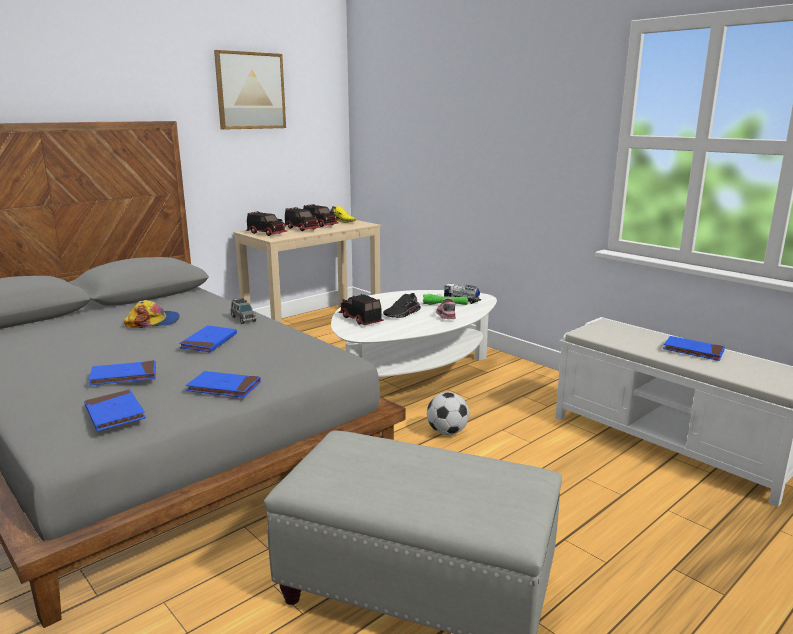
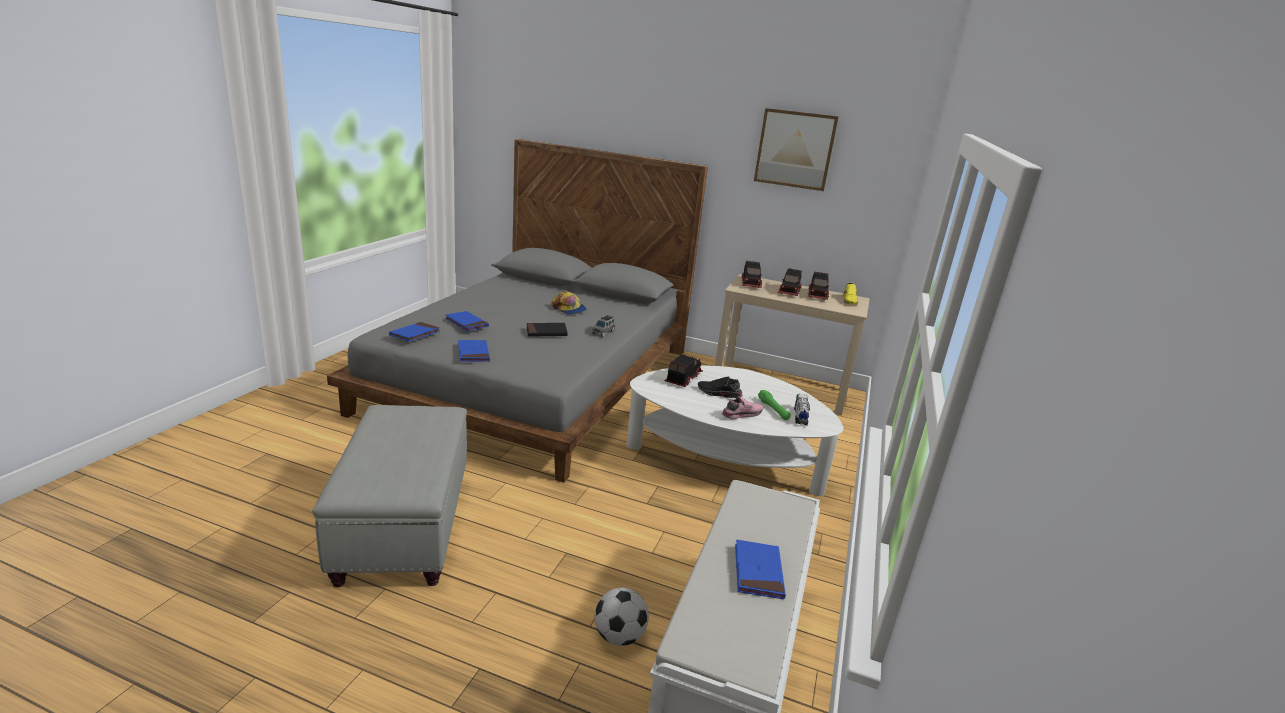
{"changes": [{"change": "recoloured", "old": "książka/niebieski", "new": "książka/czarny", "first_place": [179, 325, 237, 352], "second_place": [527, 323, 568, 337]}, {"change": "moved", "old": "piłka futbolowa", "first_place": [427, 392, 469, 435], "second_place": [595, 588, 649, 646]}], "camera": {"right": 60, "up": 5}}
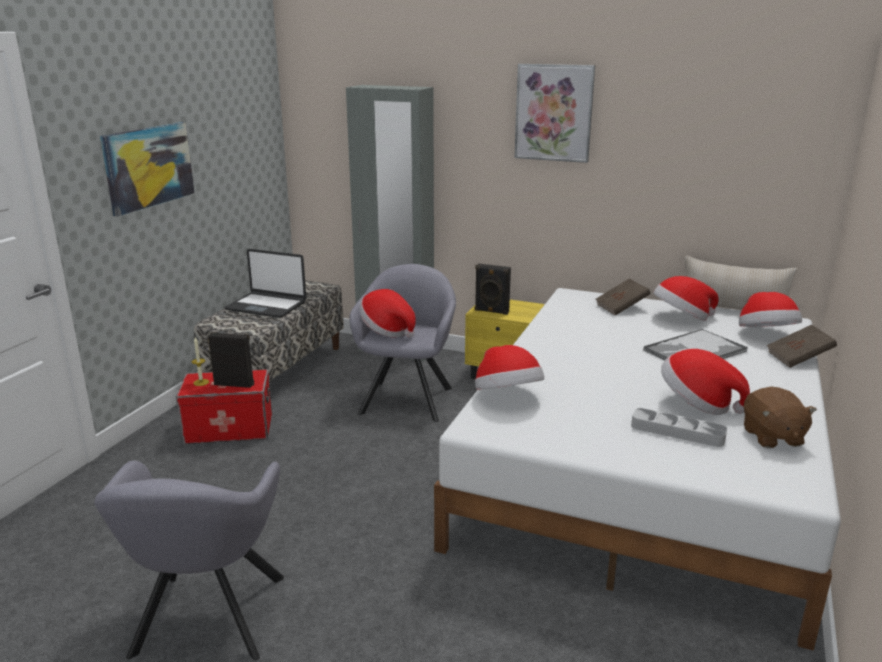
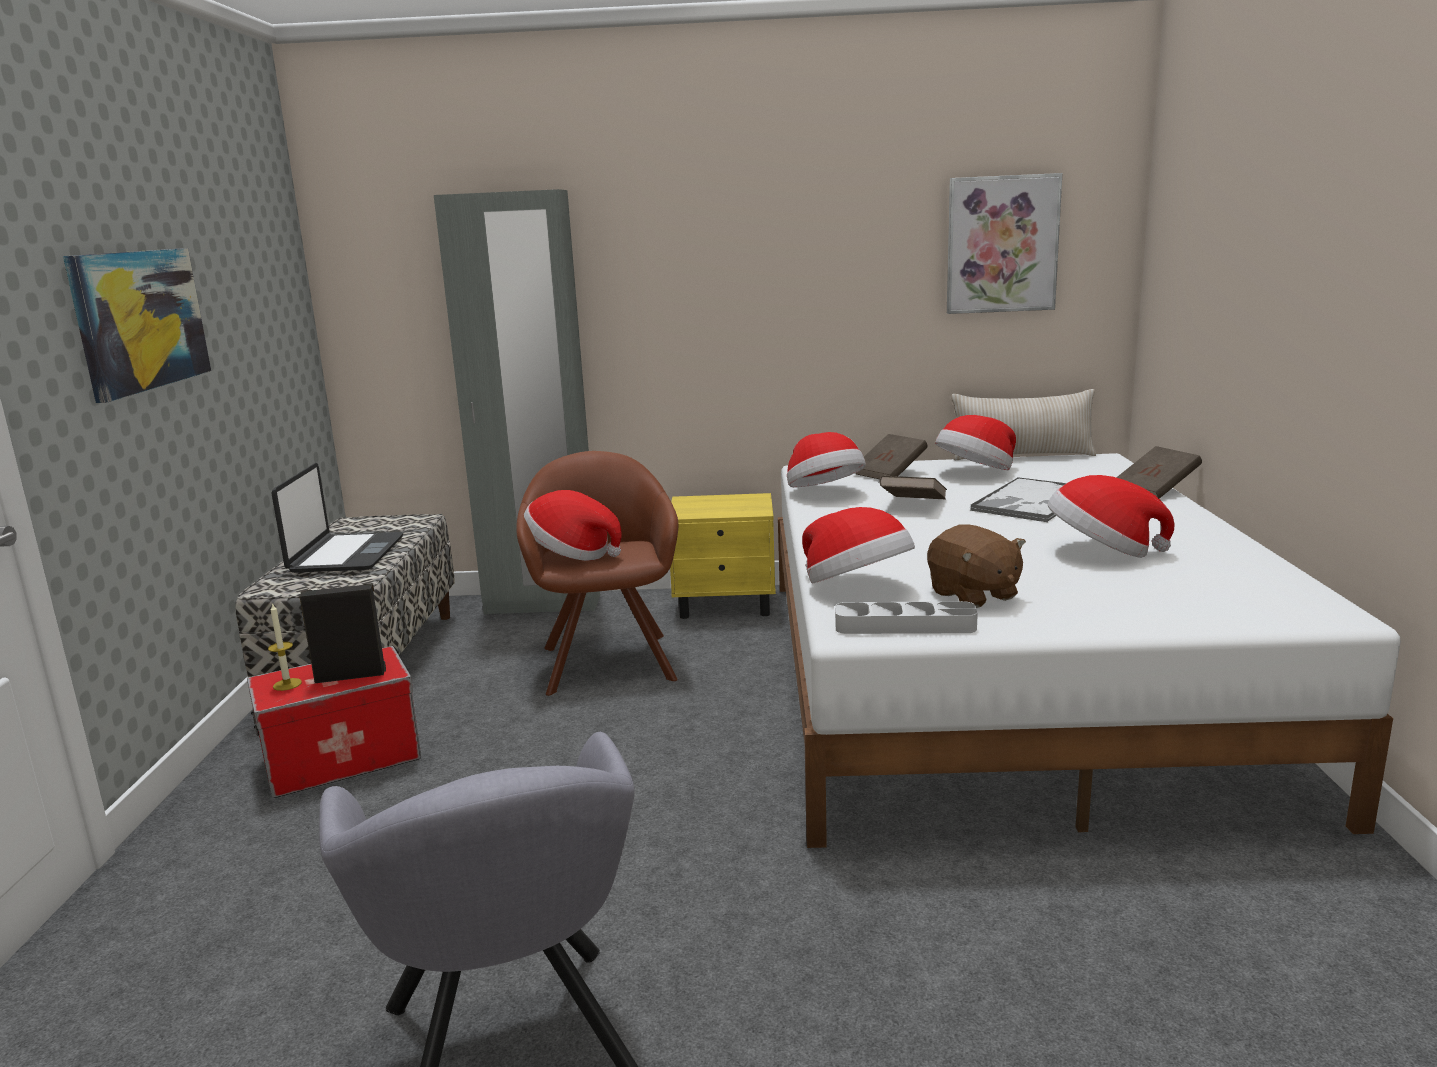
{"changes": [{"change": "moved", "old": "obraz", "first_place": [514, 64, 595, 163], "second_place": [947, 173, 1062, 314]}, {"change": "turned", "old": "laptop", "first_place": [224, 249, 306, 318], "second_place": [272, 463, 403, 573], "degrees": -90}, {"change": "recoloured", "old": "fotel/szary", "new": "fotel/brązowy", "first_place": [349, 264, 456, 422], "second_place": [516, 451, 678, 696]}, {"change": "removed", "old": "głośnik/czarny", "first_place": [475, 264, 511, 315]}, {"change": "moved", "old": "kapelusz", "first_place": [739, 292, 802, 327], "second_place": [787, 432, 866, 487]}, {"change": "moved", "old": "pluszak/brązowy", "first_place": [744, 387, 817, 448], "second_place": [927, 524, 1026, 608]}, {"change": "moved", "old": "taca/szary", "first_place": [631, 408, 727, 447], "second_place": [835, 601, 978, 634]}, {"change": "added", "new": "książka/brązowy", "second_place": [880, 476, 947, 500]}], "camera": {"right": -20, "up": -5}}
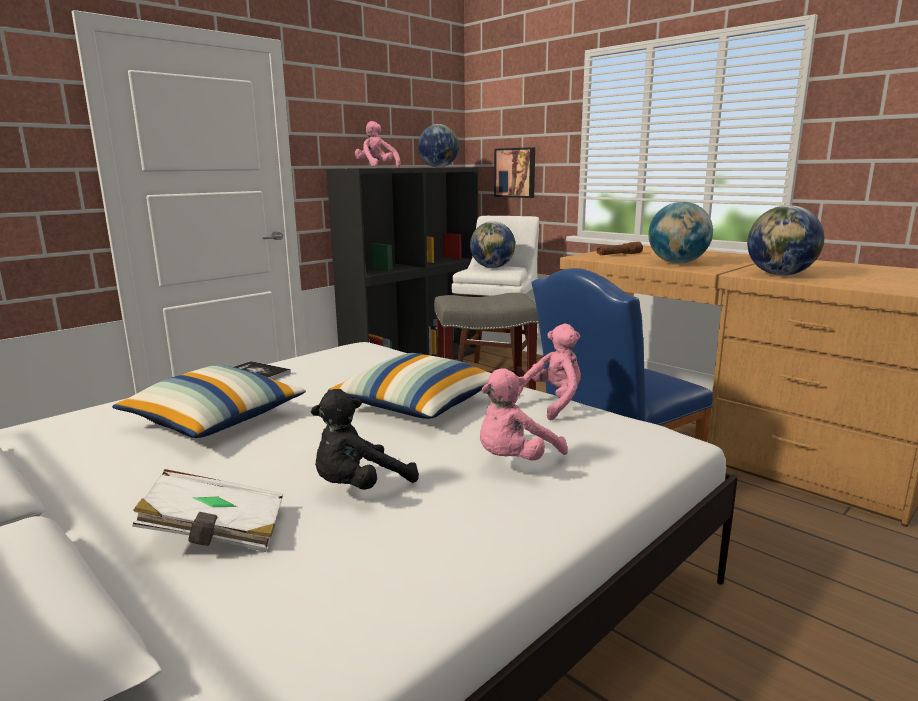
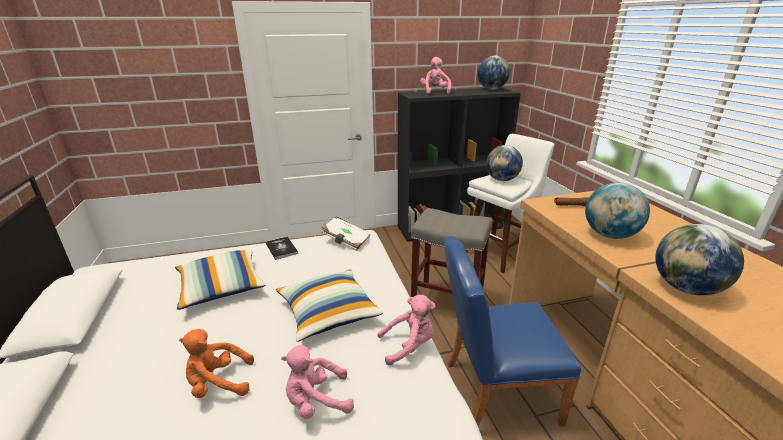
{"changes": [{"change": "removed", "old": "obraz", "first_place": [494, 147, 535, 198]}, {"change": "recoloured", "old": "pluszak/czarny", "new": "pluszak/pomarańczowy", "first_place": [311, 389, 419, 490], "second_place": [179, 329, 254, 398]}, {"change": "moved", "old": "książka/biały", "first_place": [132, 469, 283, 552], "second_place": [321, 217, 371, 251]}], "camera": {"right": 30, "up": 10}}
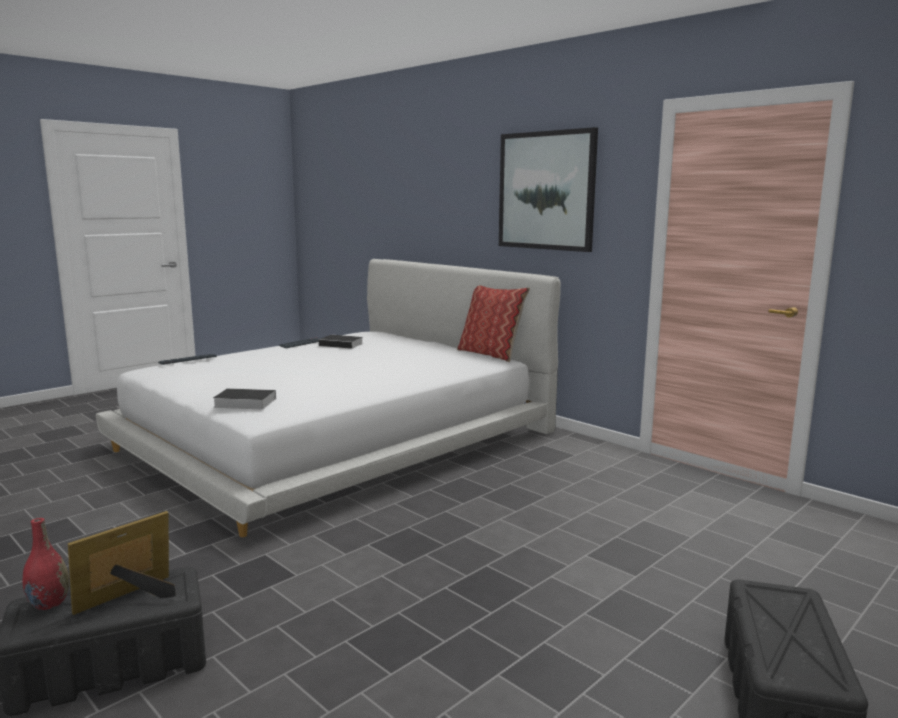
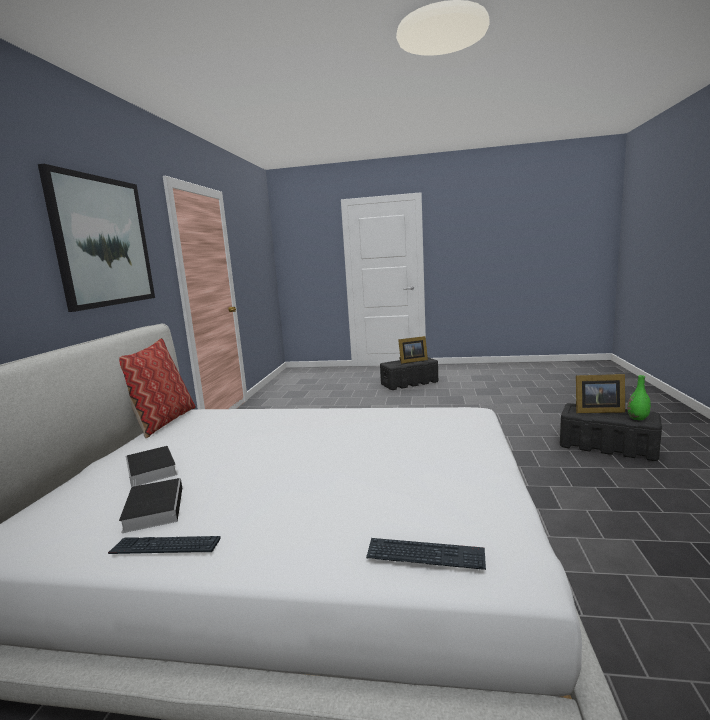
{"changes": [{"change": "moved", "old": "książka", "first_place": [213, 388, 276, 409], "second_place": [126, 446, 177, 487]}, {"change": "recoloured", "old": "wazon/czerwony", "new": "wazon/zielony", "first_place": [23, 518, 69, 610], "second_place": [627, 375, 651, 420]}, {"change": "added", "new": "ramka na zdjęcie", "second_place": [398, 336, 428, 364]}], "camera": {"right": -125, "up": 0}}
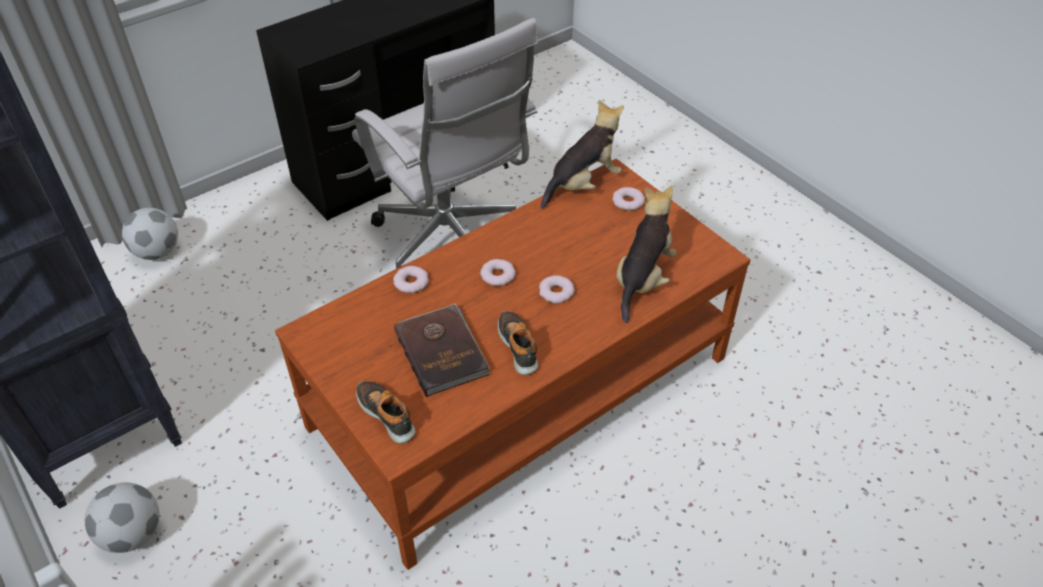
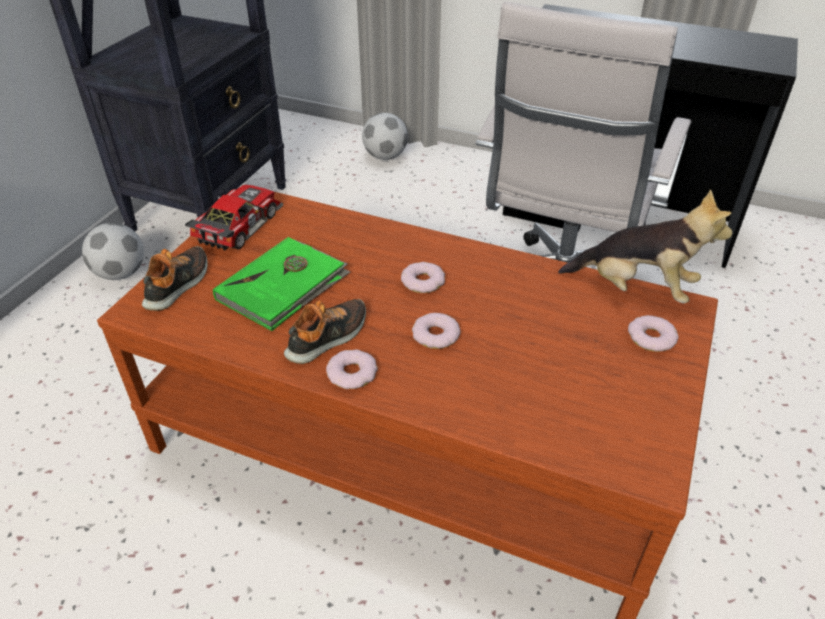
{"changes": [{"change": "removed", "old": "pluszak", "first_place": [617, 186, 676, 323]}, {"change": "moved", "old": "donut", "first_place": [393, 266, 429, 293], "second_place": [326, 350, 378, 389]}, {"change": "recoloured", "old": "książka/brązowy", "new": "książka/zielony", "first_place": [394, 304, 490, 397], "second_place": [213, 237, 350, 331]}, {"change": "added", "new": "samochodzik", "second_place": [185, 185, 283, 251]}], "camera": {"right": 60, "up": -5}}
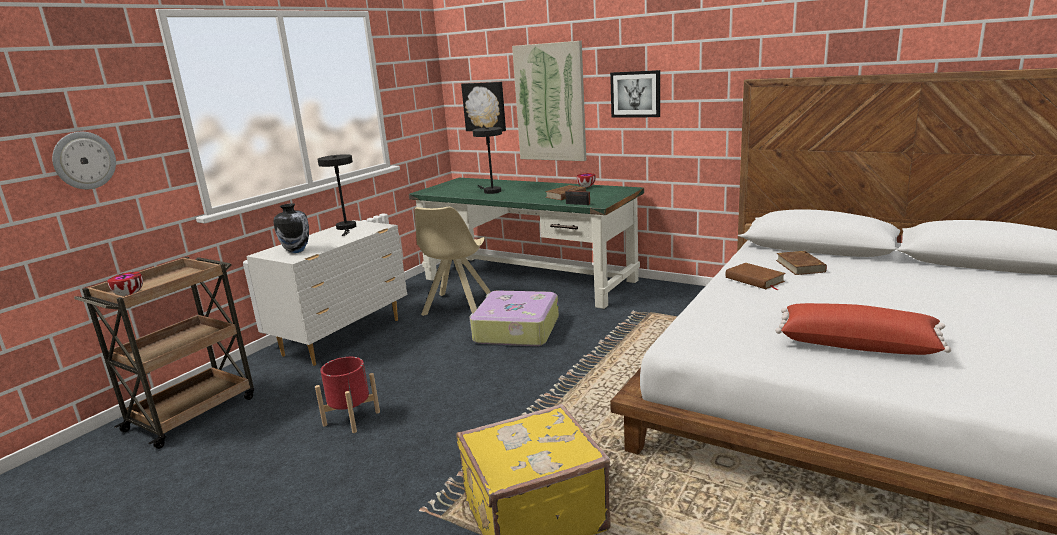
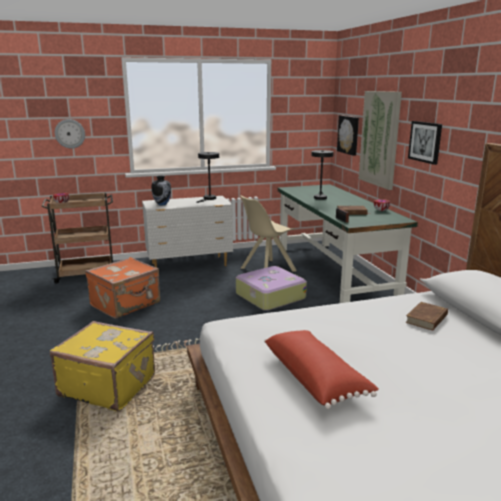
{"changes": [{"change": "removed", "old": "książka/brązowy", "first_place": [725, 263, 786, 290]}, {"change": "replaced", "old": "donica/czerwony", "new": "walizka/pomarańczowy", "first_place": [315, 357, 380, 433], "second_place": [85, 257, 160, 319]}], "camera": {"right": 40, "up": 0}}
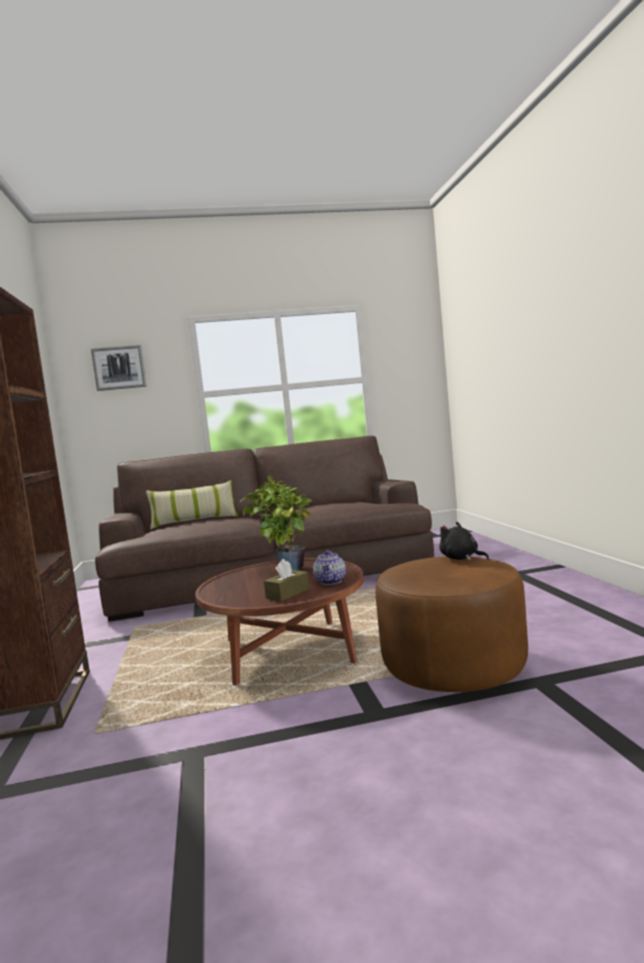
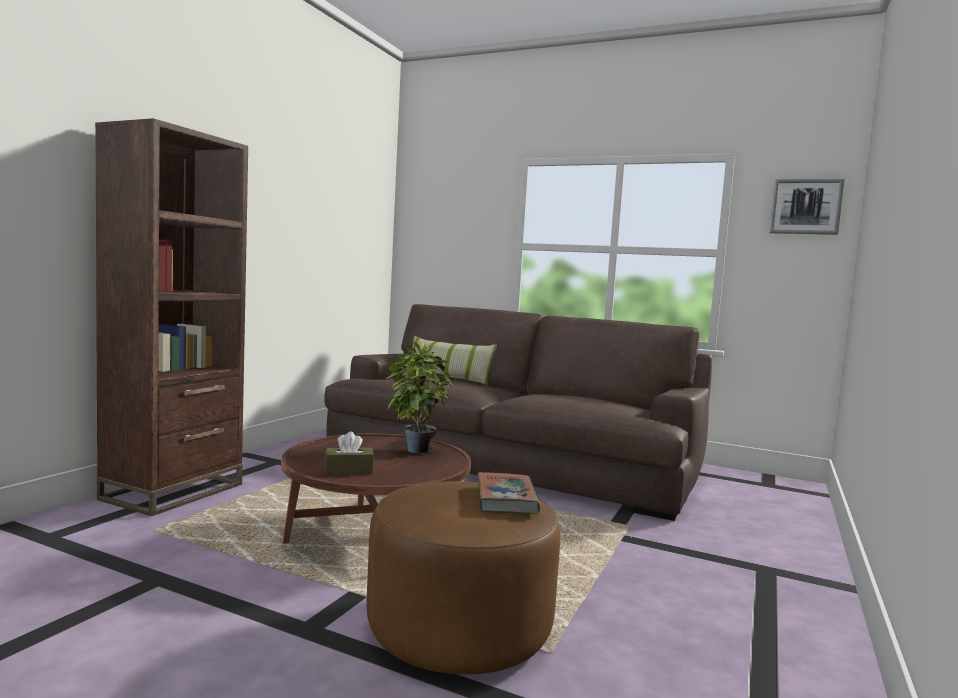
{"changes": [{"change": "moved", "old": "obraz", "first_place": [91, 345, 147, 391], "second_place": [769, 179, 845, 235]}, {"change": "replaced", "old": "pluszak/czarny", "new": "książka", "first_place": [439, 522, 489, 560], "second_place": [478, 472, 540, 513]}, {"change": "removed", "old": "imbryk", "first_place": [313, 550, 346, 585]}], "camera": {"right": 35, "up": 0}}
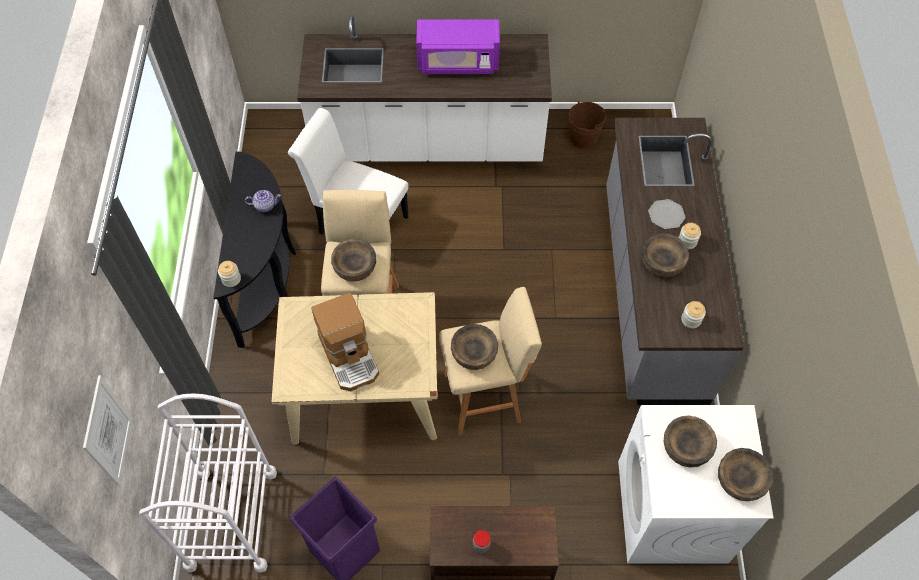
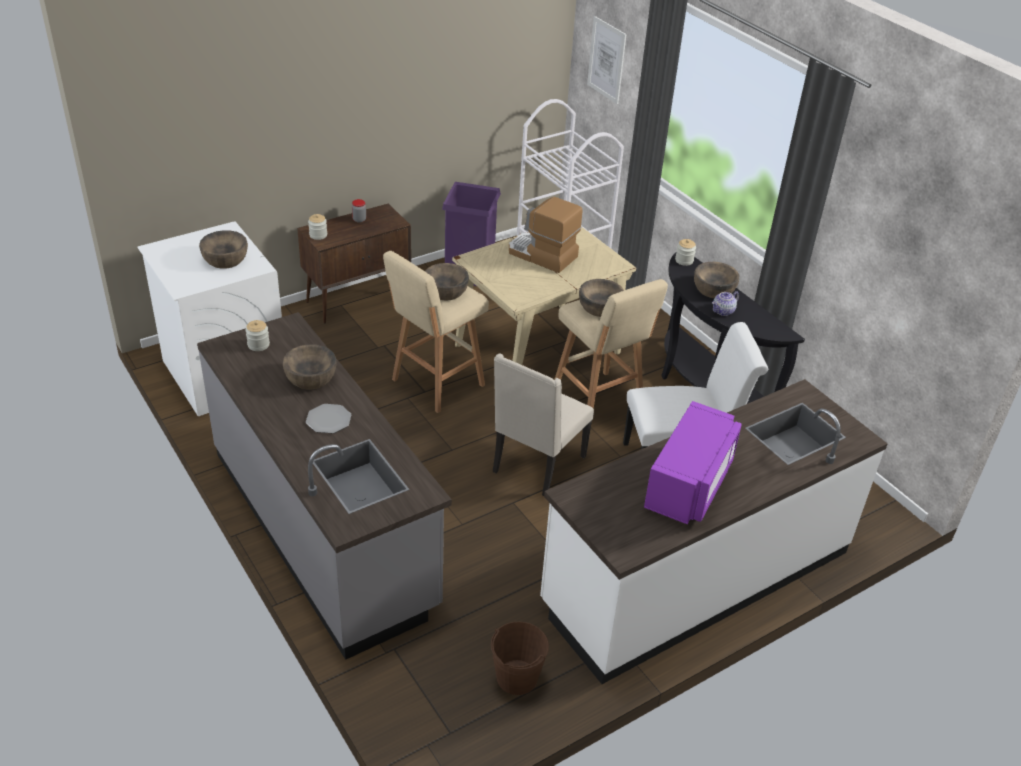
{"changes": [{"change": "turned", "old": "mikrofalówka/fioletowy", "first_place": [416, 19, 500, 74], "second_place": [644, 401, 742, 525], "degrees": 150}, {"change": "moved", "old": "słoik", "first_place": [678, 223, 701, 249], "second_place": [308, 214, 327, 240]}, {"change": "moved", "old": "miska/brązowy", "first_place": [718, 448, 773, 501], "second_place": [694, 262, 739, 298]}, {"change": "added", "new": "krzesło/beżowy", "second_place": [493, 353, 594, 496]}], "camera": {"right": 145, "up": -20}}
